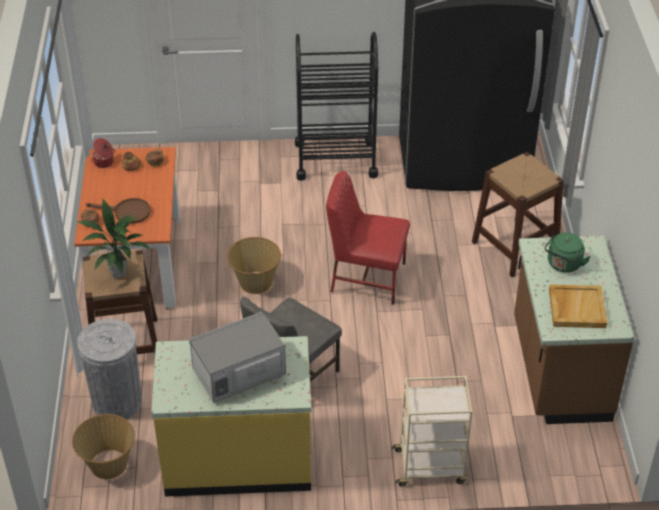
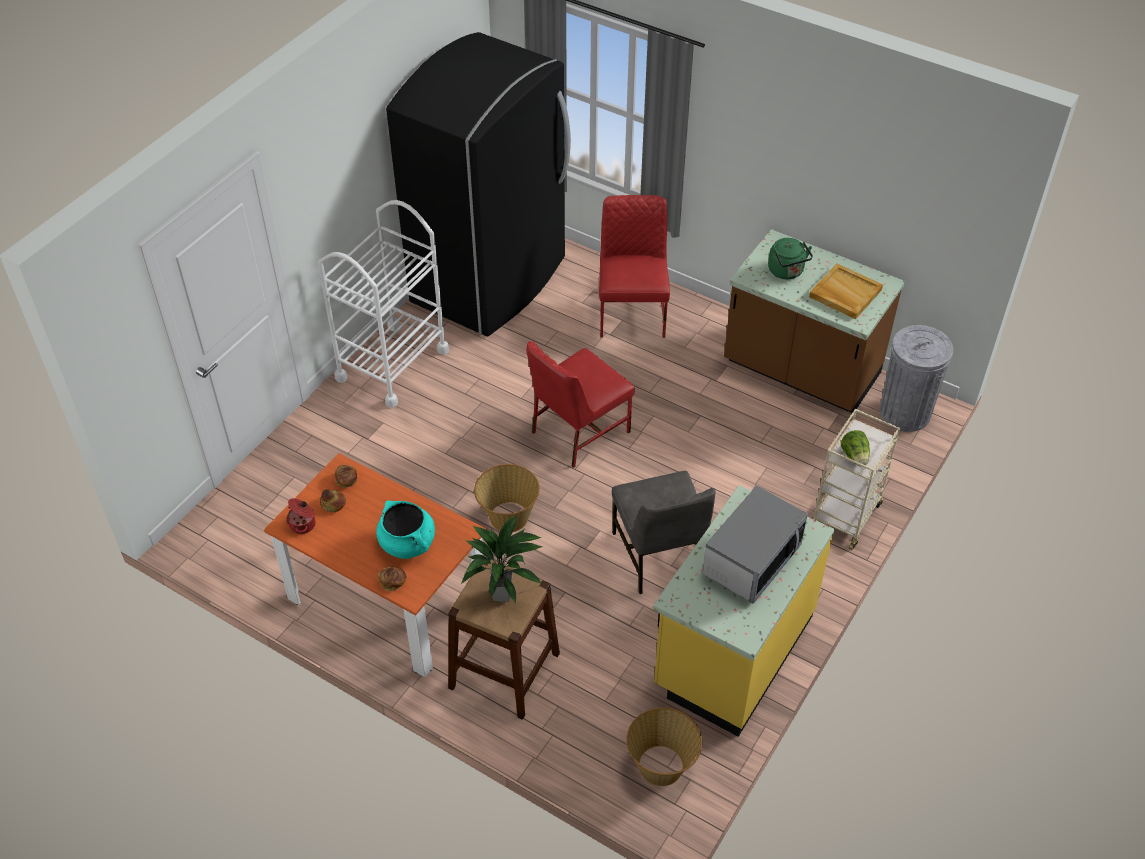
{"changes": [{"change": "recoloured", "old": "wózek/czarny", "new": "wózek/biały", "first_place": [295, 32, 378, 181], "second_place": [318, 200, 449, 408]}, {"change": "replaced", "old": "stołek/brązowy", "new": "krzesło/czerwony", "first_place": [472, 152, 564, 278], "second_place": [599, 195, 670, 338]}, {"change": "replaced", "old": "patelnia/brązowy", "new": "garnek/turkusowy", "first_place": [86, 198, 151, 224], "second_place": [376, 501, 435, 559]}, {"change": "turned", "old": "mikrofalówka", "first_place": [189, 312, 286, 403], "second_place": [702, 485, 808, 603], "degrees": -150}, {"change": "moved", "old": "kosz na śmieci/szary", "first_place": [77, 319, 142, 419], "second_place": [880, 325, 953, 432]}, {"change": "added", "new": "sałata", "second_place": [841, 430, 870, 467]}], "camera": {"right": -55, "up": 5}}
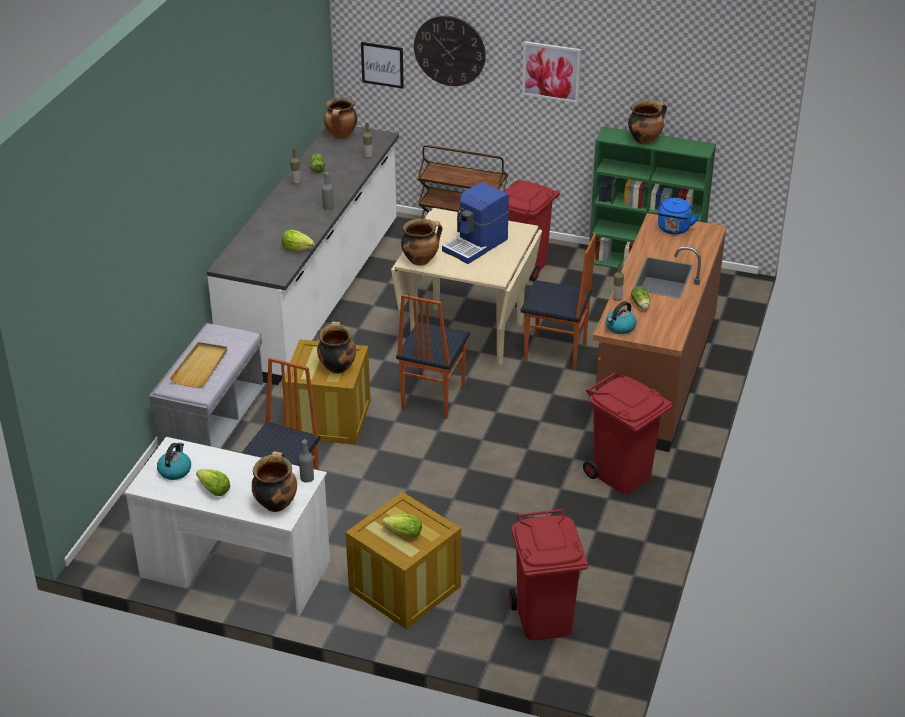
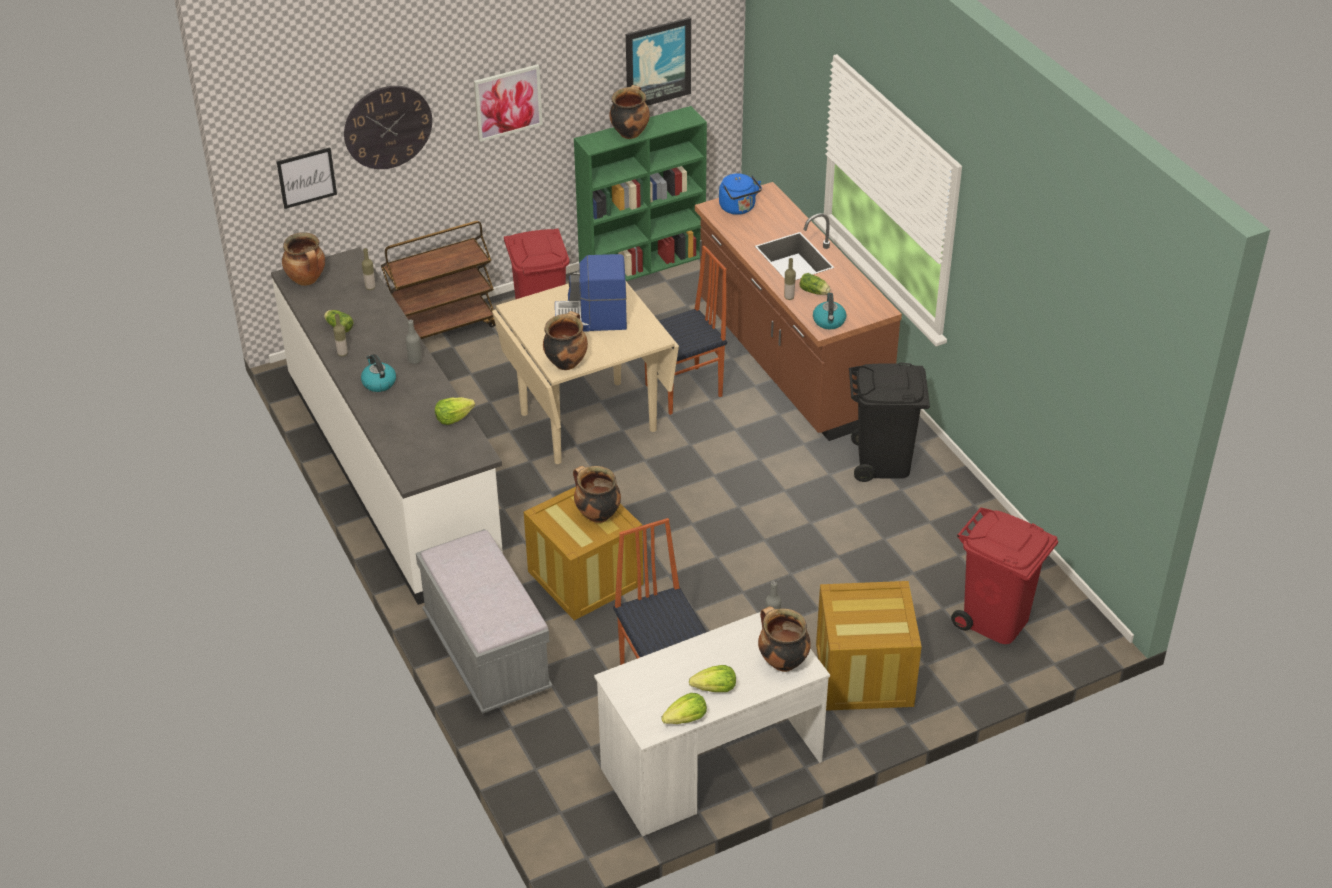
{"changes": [{"change": "turned", "old": "ekspres do kawy", "first_place": [442, 182, 509, 264], "second_place": [555, 254, 627, 332], "degrees": 90}, {"change": "removed", "old": "krzesło", "first_place": [396, 294, 470, 419]}, {"change": "removed", "old": "taca/beżowy", "first_place": [170, 342, 227, 388]}, {"change": "recoloured", "old": "kosz na śmieci/czerwony", "new": "kosz na śmieci/czarny", "first_place": [583, 373, 672, 494], "second_place": [849, 362, 930, 482]}, {"change": "moved", "old": "czajnik", "first_place": [157, 443, 191, 480], "second_place": [361, 354, 396, 392]}, {"change": "moved", "old": "sałata", "first_place": [382, 514, 422, 538], "second_place": [661, 693, 707, 724]}, {"change": "added", "new": "obraz", "second_place": [626, 17, 691, 106]}], "camera": {"right": -45, "up": 5}}
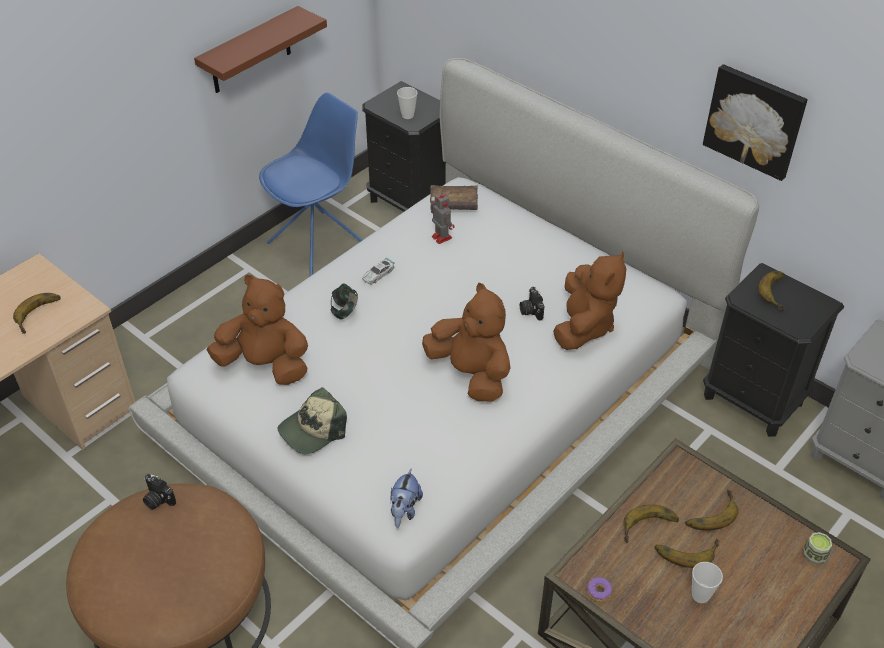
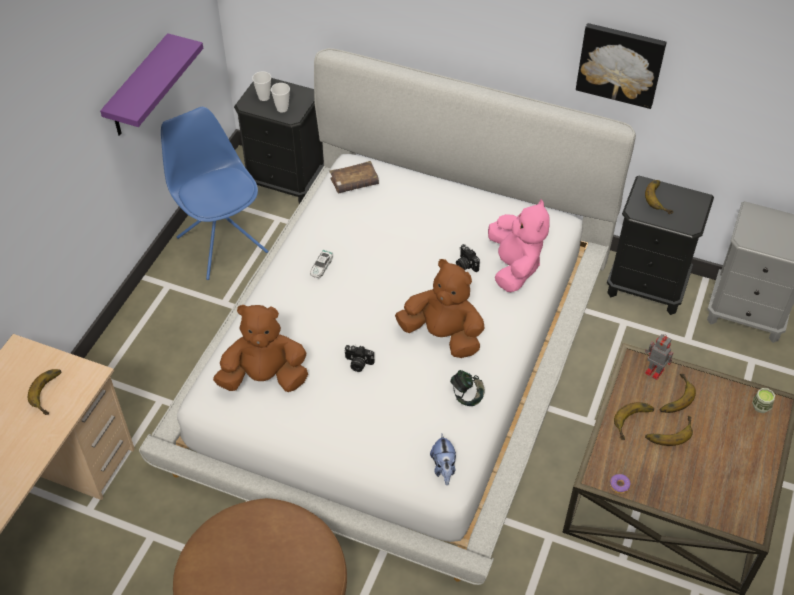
{"changes": [{"change": "recoloured", "old": "półka/brązowy", "new": "półka/fioletowy", "first_place": [194, 6, 327, 93], "second_place": [100, 33, 203, 136]}, {"change": "turned", "old": "krzesło/niebieski", "first_place": [259, 93, 363, 277], "second_place": [161, 107, 268, 280], "degrees": -60}, {"change": "moved", "old": "robot zabawkowy", "first_place": [431, 190, 455, 244], "second_place": [645, 334, 673, 380]}, {"change": "recoloured", "old": "pluszak/brązowy", "new": "pluszak/różowy", "first_place": [553, 251, 626, 350], "second_place": [488, 199, 550, 292]}, {"change": "moved", "old": "słuchawki", "first_place": [330, 283, 358, 319], "second_place": [450, 370, 484, 406]}, {"change": "removed", "old": "czapka z daszkiem", "first_place": [278, 387, 347, 454]}, {"change": "moved", "old": "aparat fotograficzny", "first_place": [143, 474, 176, 510], "second_place": [344, 345, 374, 372]}, {"change": "moved", "old": "filiżanka", "first_place": [692, 562, 723, 603], "second_place": [252, 72, 271, 101]}], "camera": {"right": -20, "up": 5}}
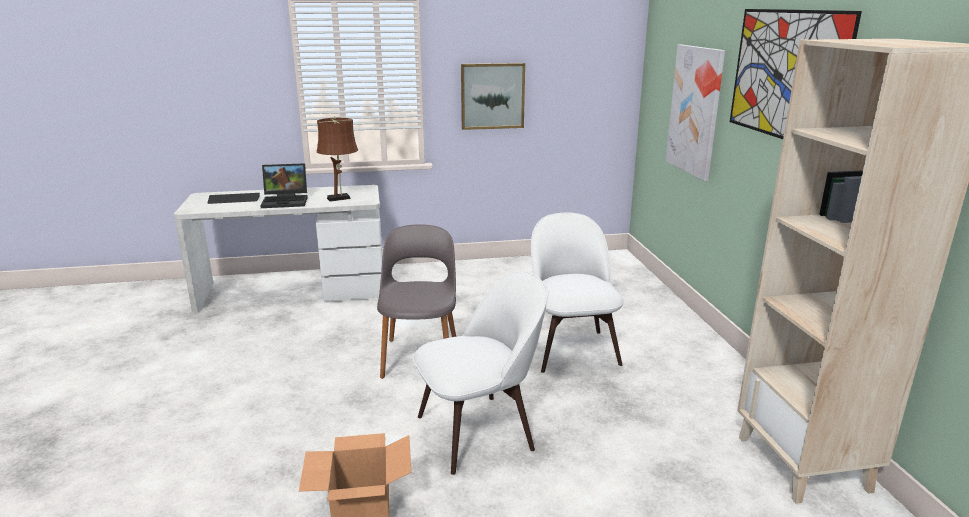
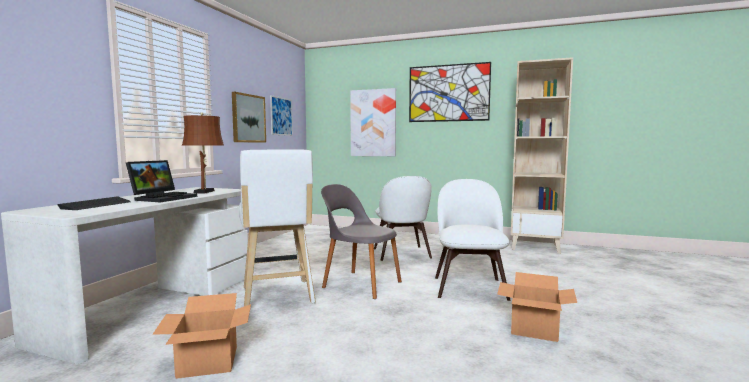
{"changes": [{"change": "turned", "old": "krzesło/biały", "first_place": [531, 213, 624, 373], "second_place": [374, 176, 432, 261], "degrees": -120}, {"change": "added", "new": "obraz", "second_place": [270, 95, 293, 136]}, {"change": "added", "new": "stołek/biały", "second_place": [239, 149, 316, 306]}, {"change": "added", "new": "karton", "second_place": [153, 293, 251, 379]}], "camera": {"right": -60, "up": -15}}
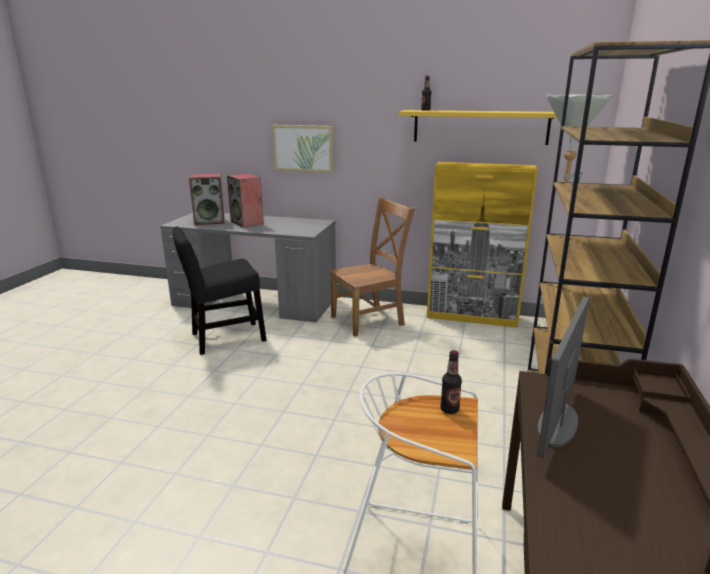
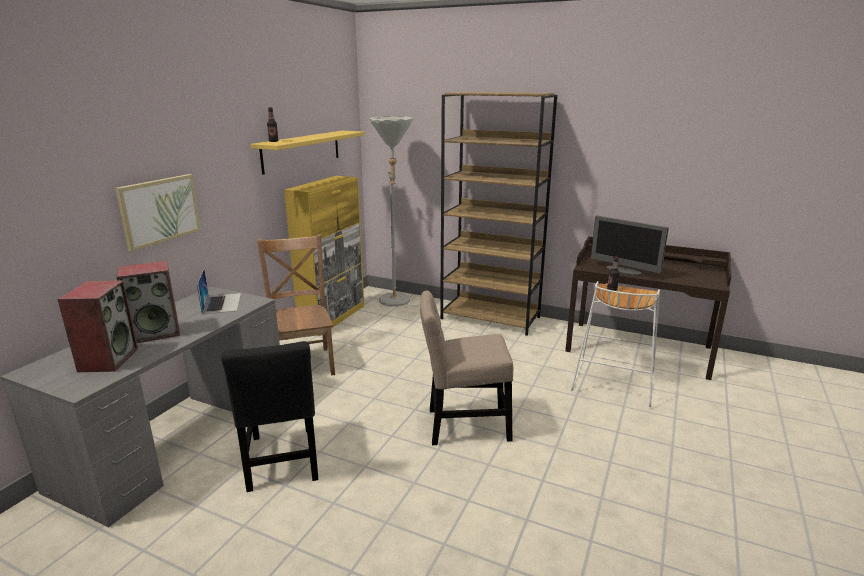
{"changes": [{"change": "added", "new": "laptop", "second_place": [197, 269, 241, 314]}, {"change": "added", "new": "krzesło/beżowy", "second_place": [420, 290, 513, 445]}], "camera": {"right": -80, "up": 0}}
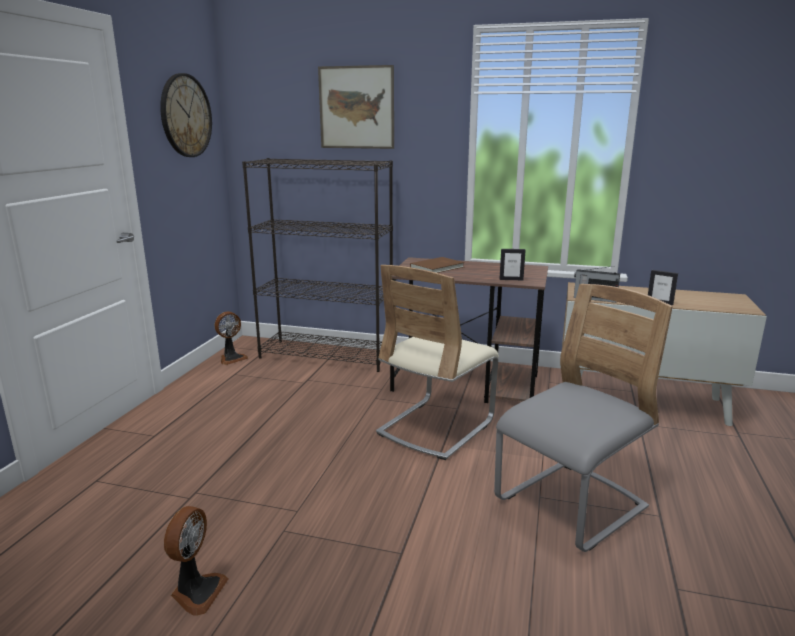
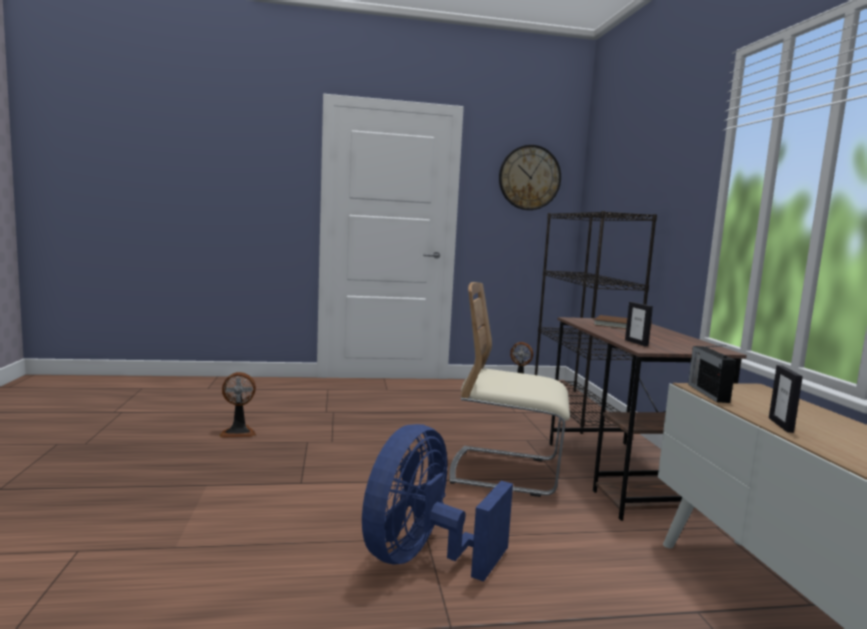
{"changes": [{"change": "removed", "old": "obraz", "first_place": [318, 65, 394, 149]}, {"change": "replaced", "old": "krzesło/szary", "new": "wentylator/niebieski", "first_place": [494, 284, 673, 552], "second_place": [362, 424, 513, 582]}], "camera": {"right": 65, "up": -10}}
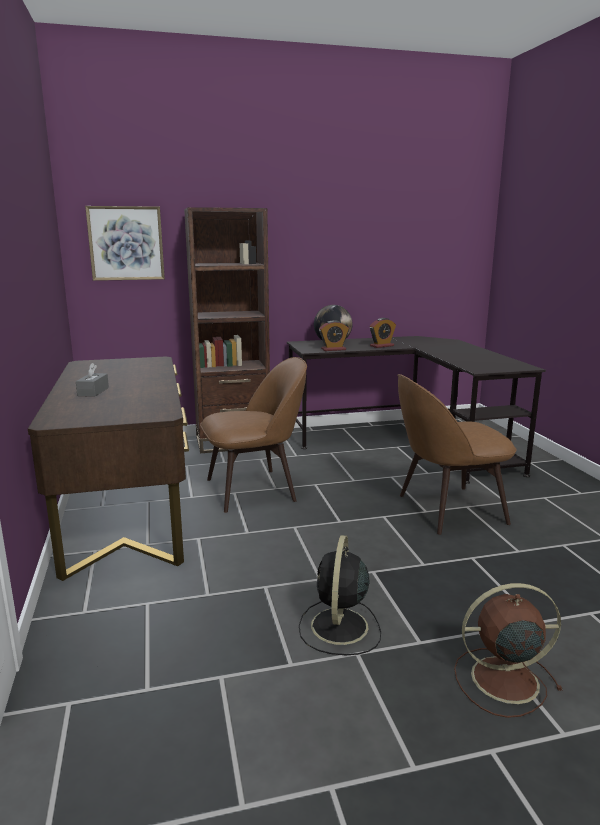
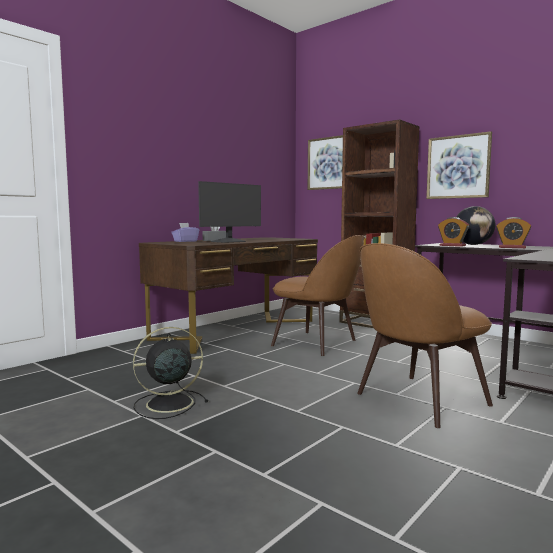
{"changes": [{"change": "turned", "old": "krzesło/brązowy", "first_place": [397, 374, 517, 535], "second_place": [357, 243, 493, 428], "degrees": -75}, {"change": "removed", "old": "wentylator/brązowy", "first_place": [454, 583, 563, 718]}, {"change": "added", "new": "obraz", "second_place": [426, 131, 492, 199]}, {"change": "added", "new": "monitor", "second_place": [198, 181, 261, 243]}, {"change": "added", "new": "pudełko chusteczek/fioletowy", "second_place": [172, 223, 199, 242]}], "camera": {"right": 55, "up": -10}}
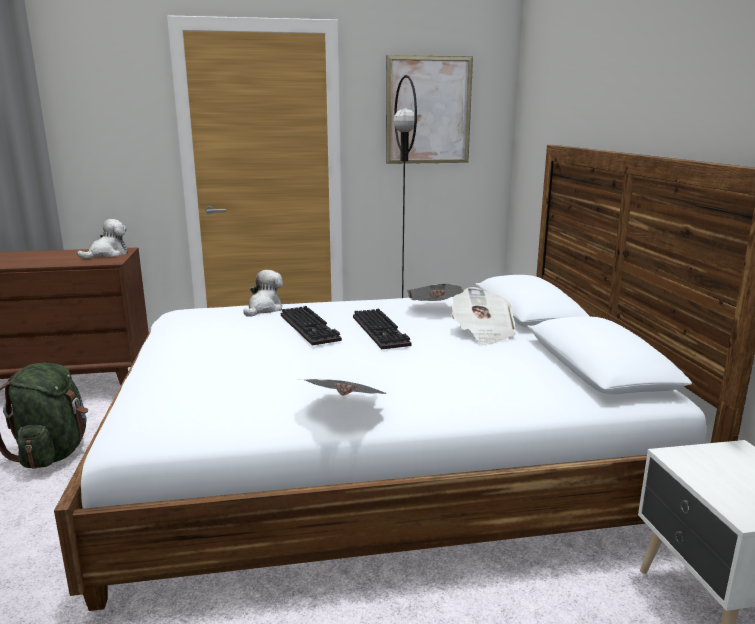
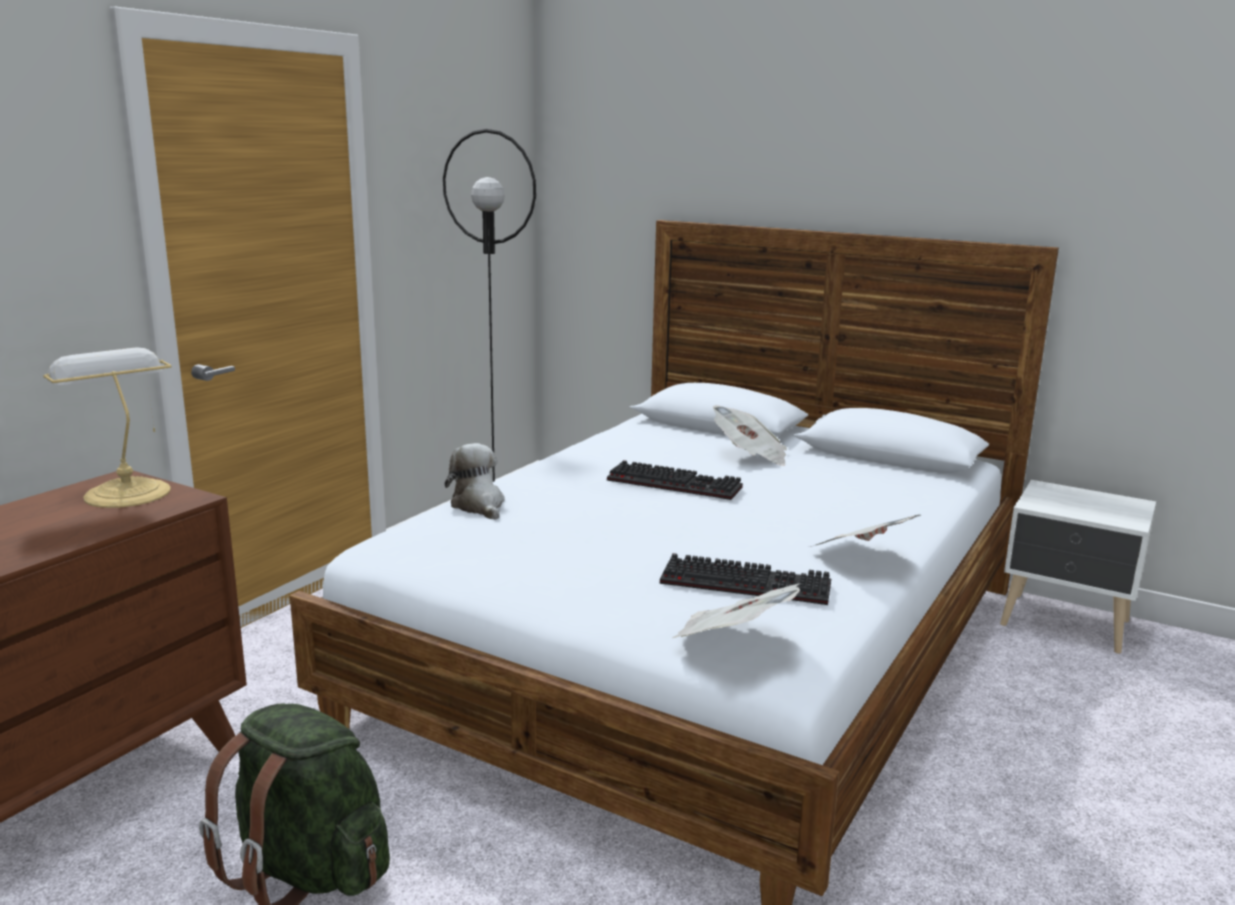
{"changes": [{"change": "removed", "old": "obraz", "first_place": [386, 55, 473, 164]}, {"change": "replaced", "old": "pluszak", "new": "lampa stołowa", "first_place": [77, 219, 128, 259], "second_place": [43, 347, 171, 508]}, {"change": "moved", "old": "gazeta", "first_place": [407, 284, 464, 301], "second_place": [672, 583, 800, 638]}, {"change": "moved", "old": "klawiatura", "first_place": [281, 306, 342, 346], "second_place": [660, 553, 831, 605]}], "camera": {"right": -50, "up": 0}}
